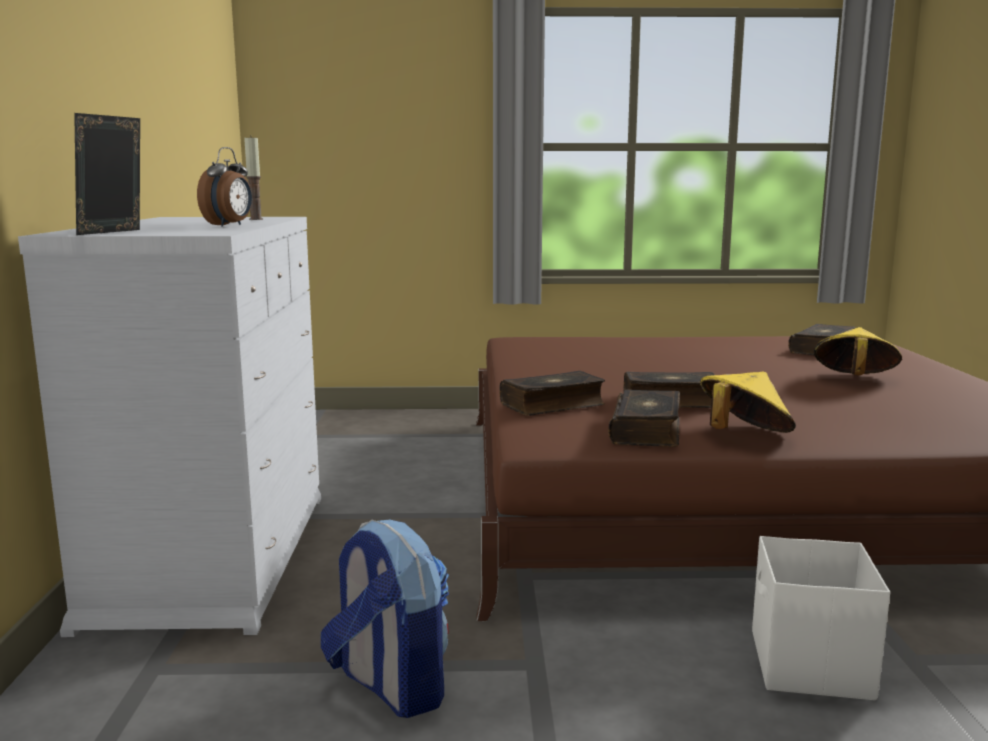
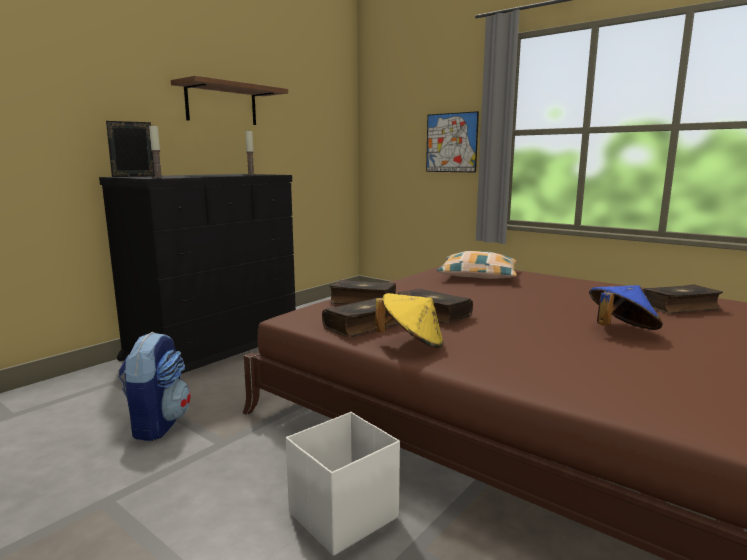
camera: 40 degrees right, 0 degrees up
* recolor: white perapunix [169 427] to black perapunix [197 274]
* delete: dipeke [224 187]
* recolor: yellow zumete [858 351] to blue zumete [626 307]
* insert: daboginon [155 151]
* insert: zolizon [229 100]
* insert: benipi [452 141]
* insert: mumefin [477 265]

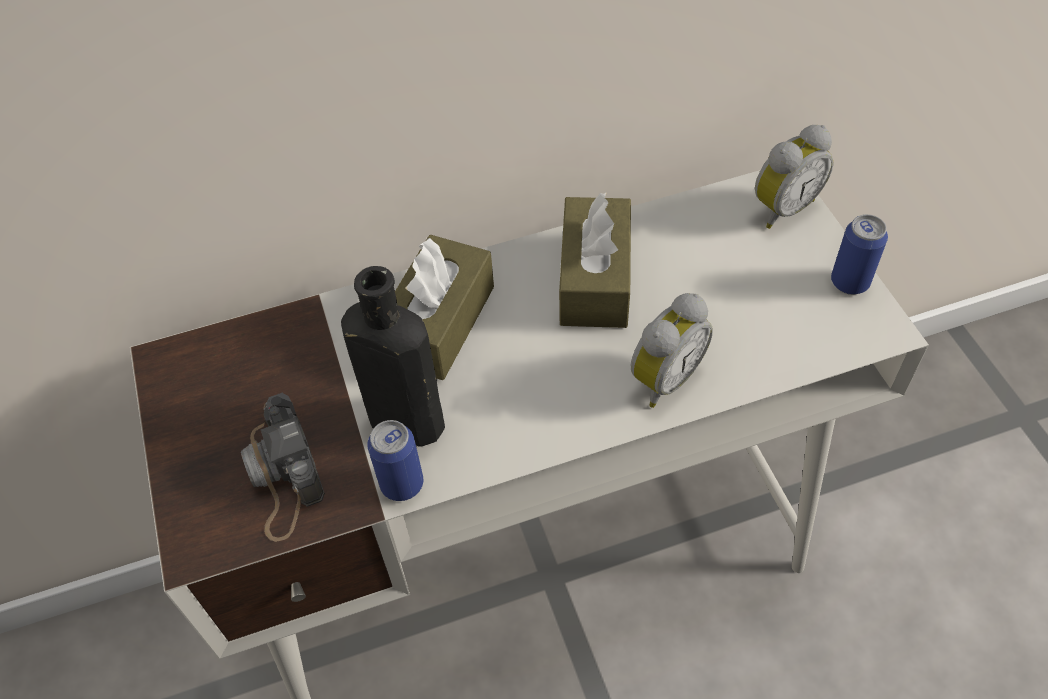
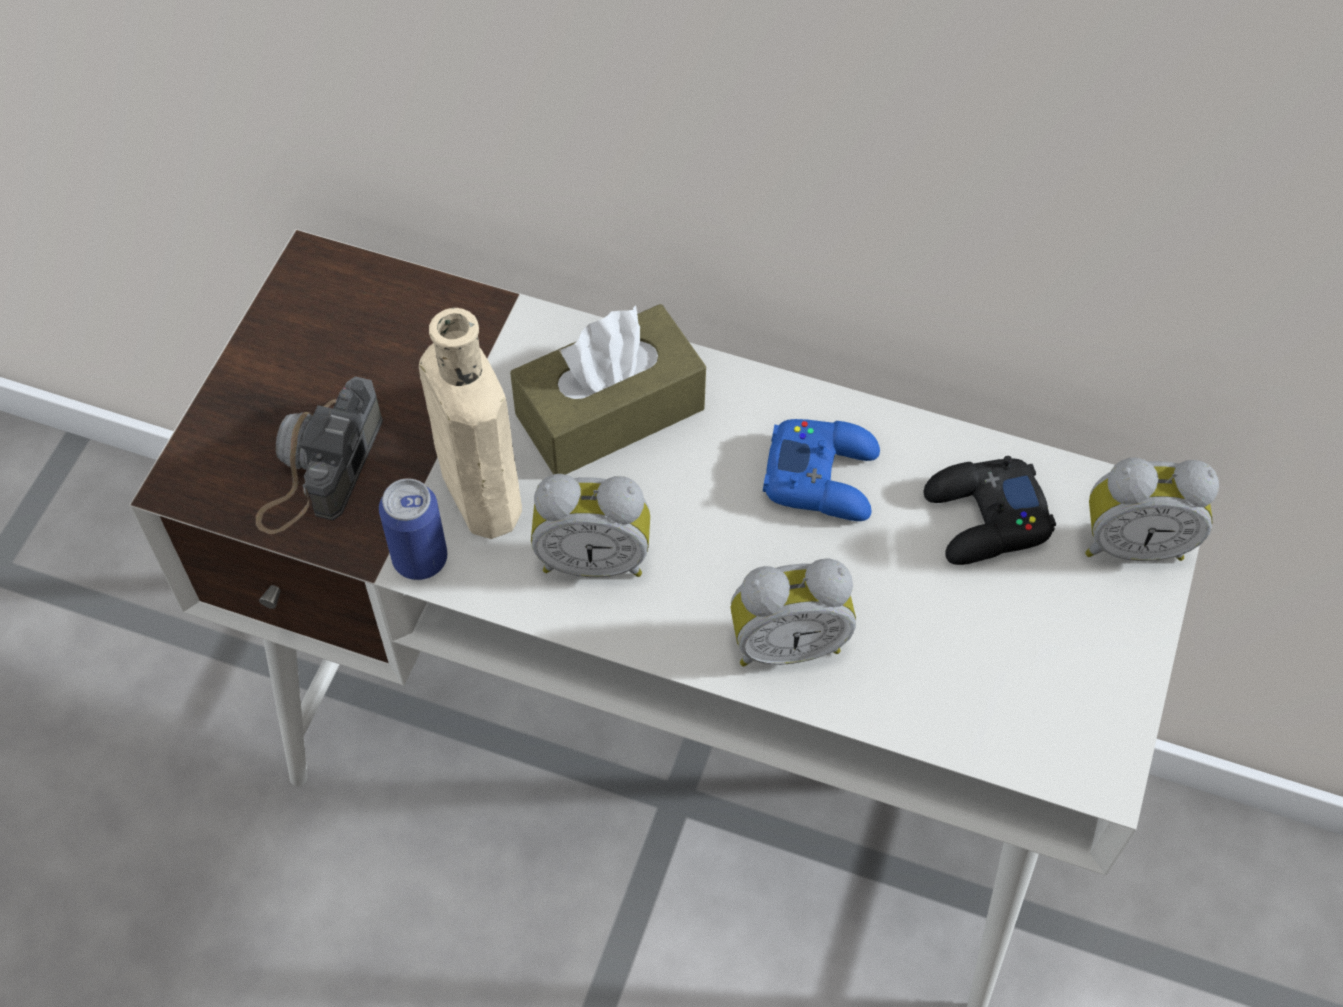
camera: 35 degrees right, 5 degrees up
* recolor: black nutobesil [393 356] to beige nutobesil [470 423]
* replace: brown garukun [595 260] to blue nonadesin [821 470]
* delete: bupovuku [859 254]
* insert: dipeke [590 525]
* insert: black nonadesin [990 510]

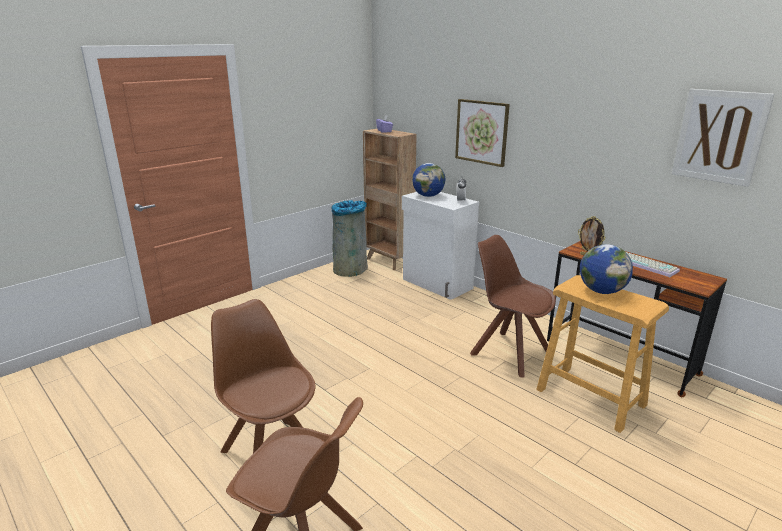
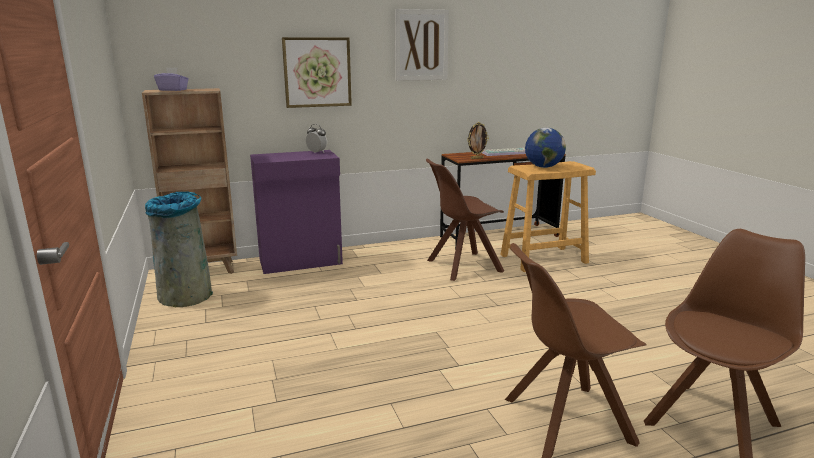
camera: 65 degrees left, 5 degrees down
* recolor: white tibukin [440 246] to purple tibukin [296 212]
* delete: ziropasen [428 180]
* move: benipi [723 138] to [422 45]

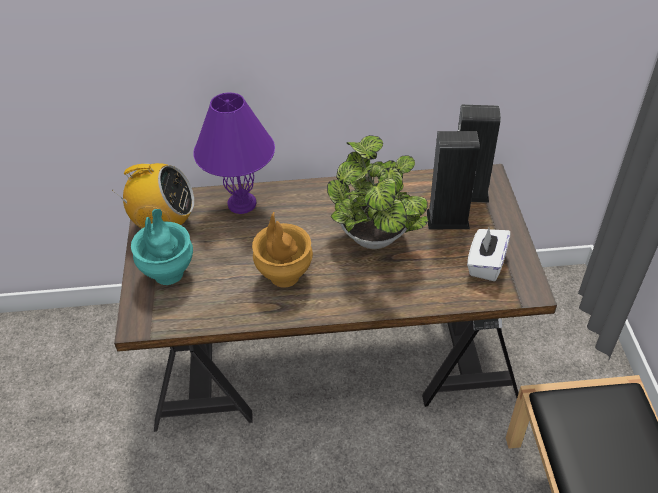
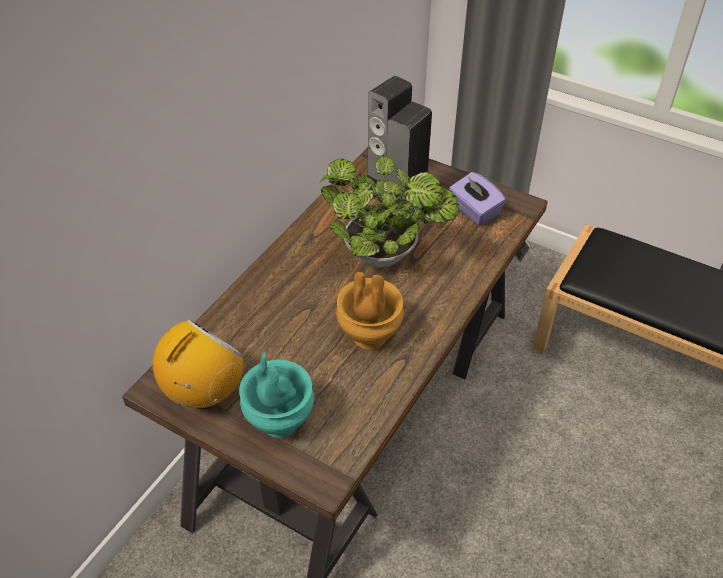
camera: 55 degrees left, 0 degrees up
* delete: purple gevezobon [234 153]
* recolor: white garukun [488 254] to purple garukun [477 198]

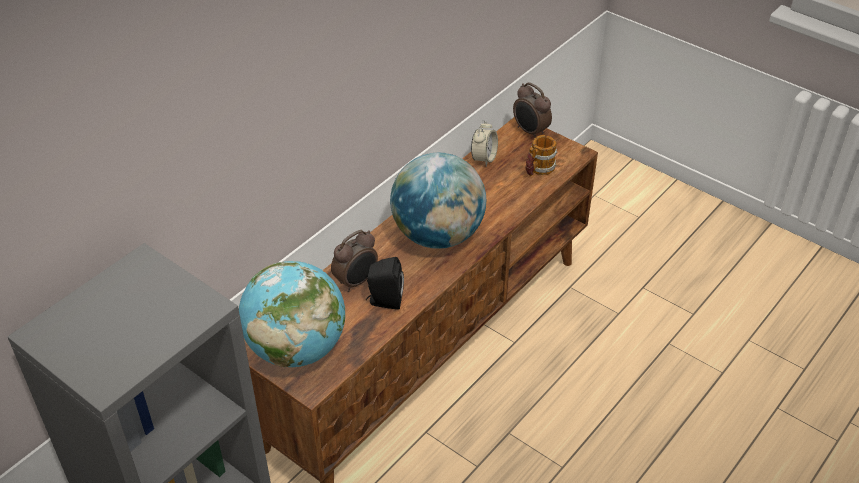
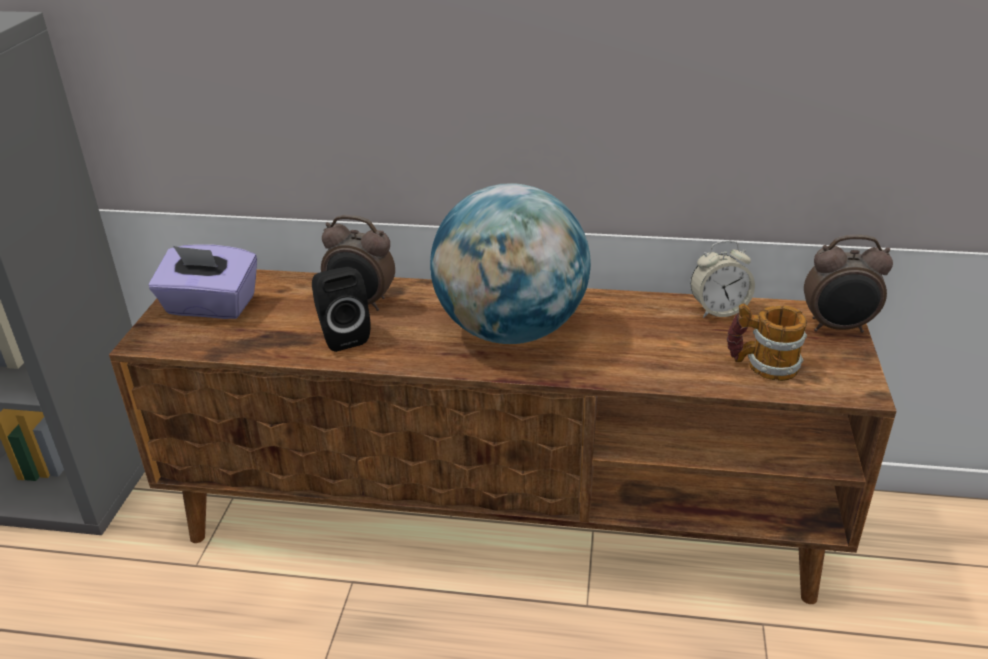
camera: 60 degrees right, 10 degrees down
* replace: ziropasen [292 314] to purple garukun [203 281]
* rotate: dipeke [532 110] = [848 284] 105 degrees counterclockwise

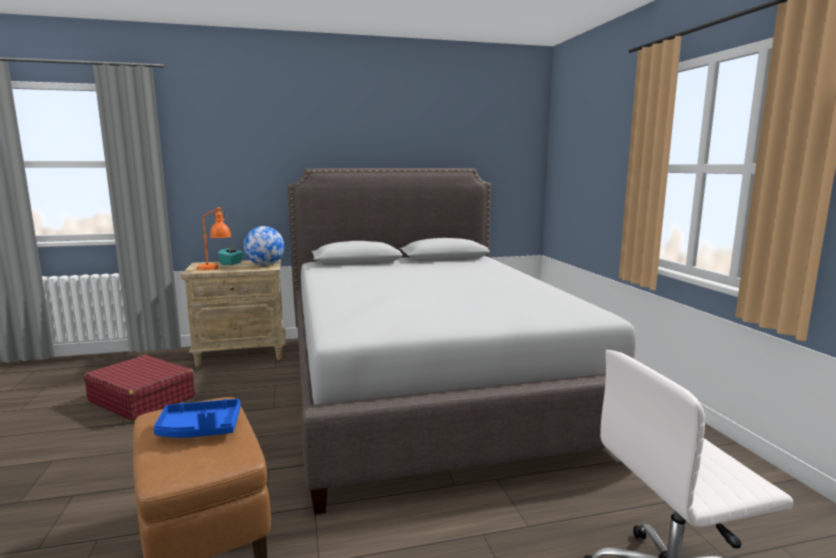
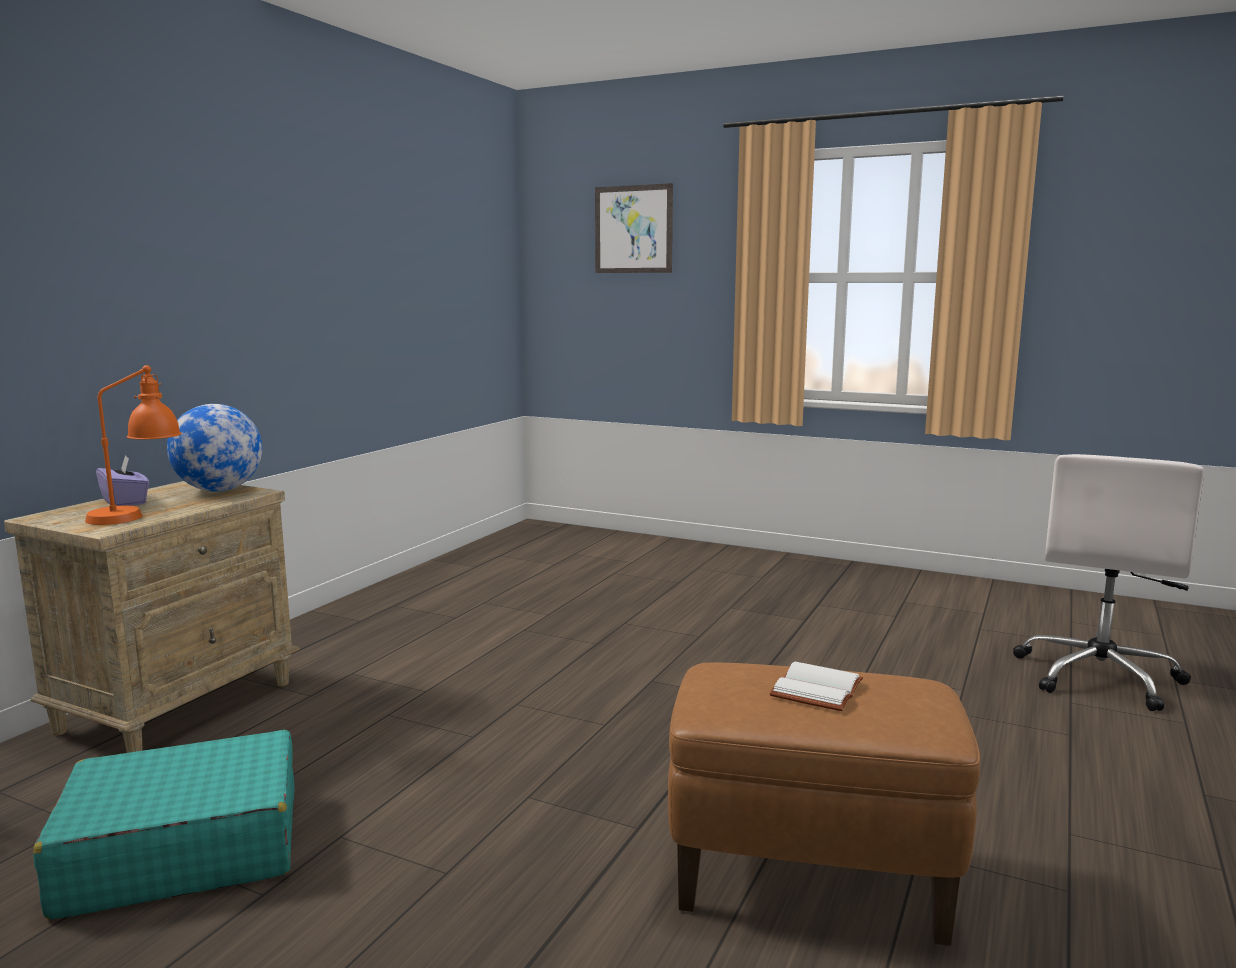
camera: 50 degrees left, 0 degrees up
* recolor: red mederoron [139 388] to turquoise mederoron [164 825]
* replace: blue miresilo [197 418] to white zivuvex [816 686]
* recolor: turquoise garukun [231 254] to purple garukun [122 480]
* delete: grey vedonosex [461 341]
* insert: benipi [634 228]

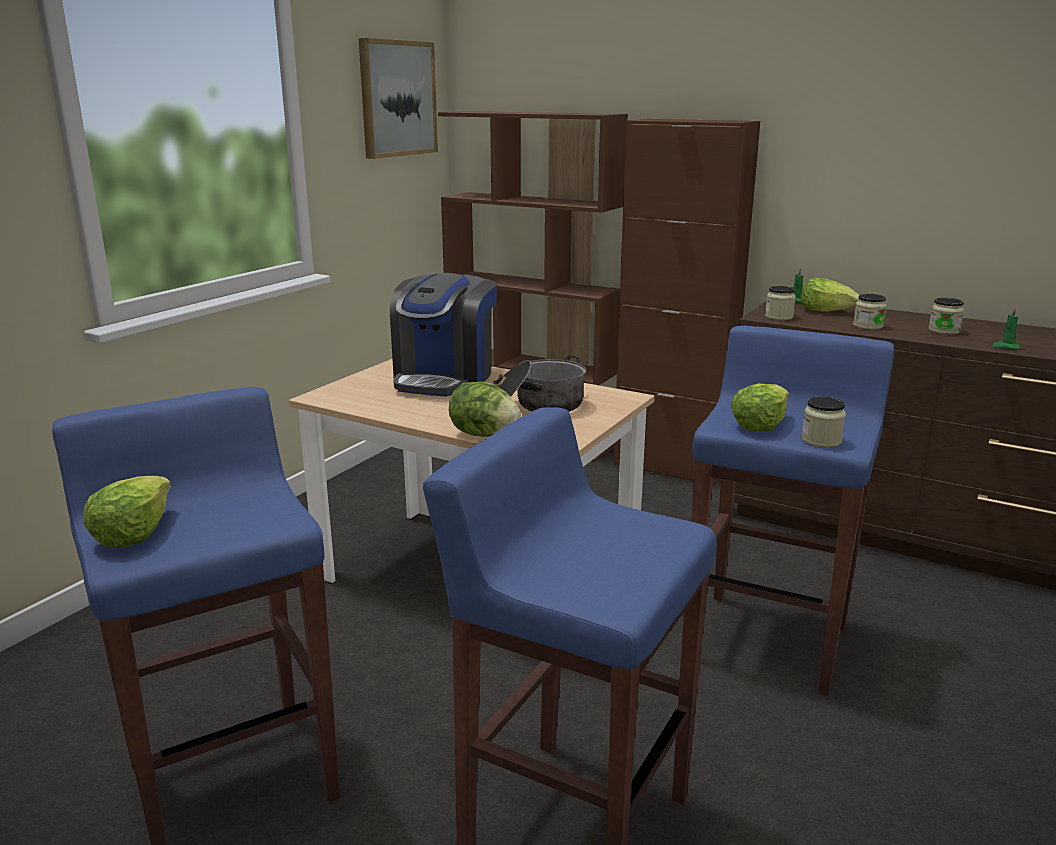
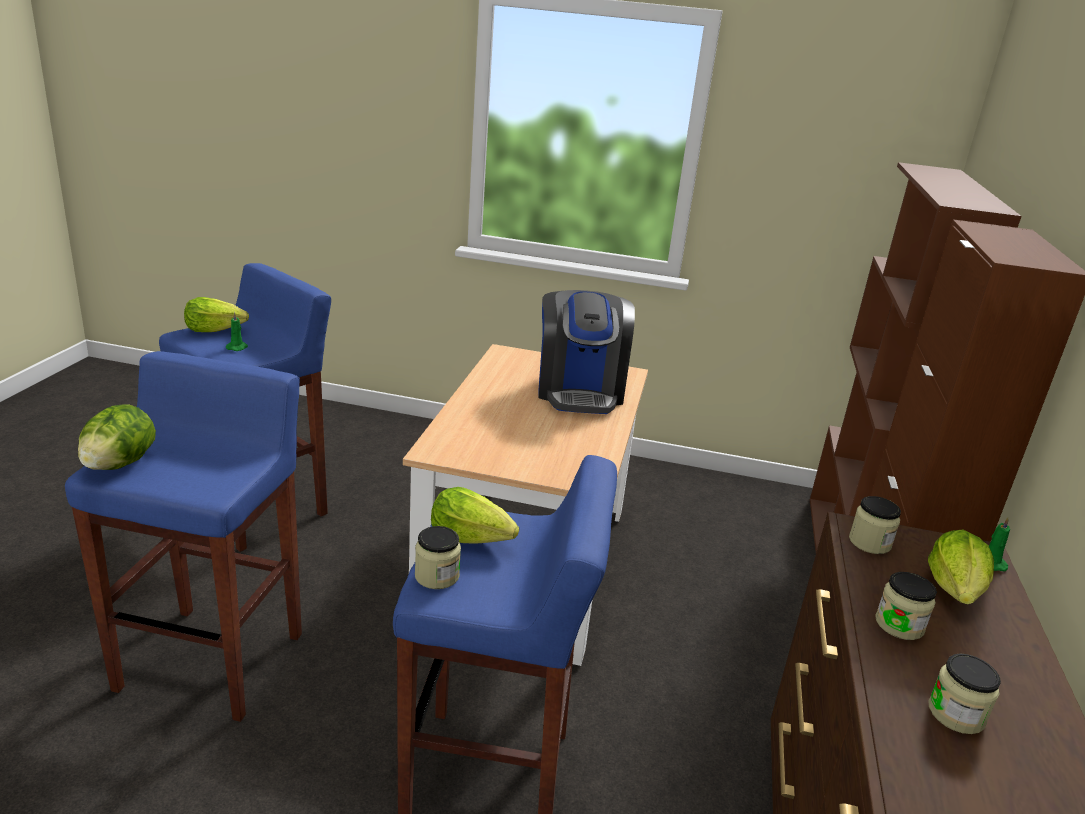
camera: 70 degrees right, 5 degrees up
* delete: benipi [398 98]
* rotate: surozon [443 335] = [586 352] 90 degrees counterclockwise
* move: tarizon [485 409] to [117 437]
* delete: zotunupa [539 383]
* move: green daboginon [1006 328] to [237 331]

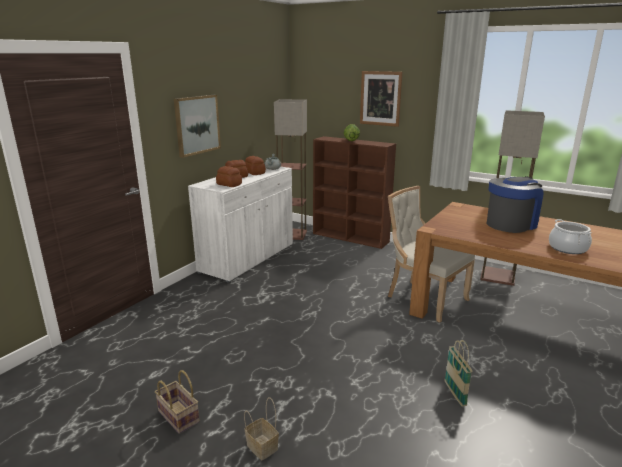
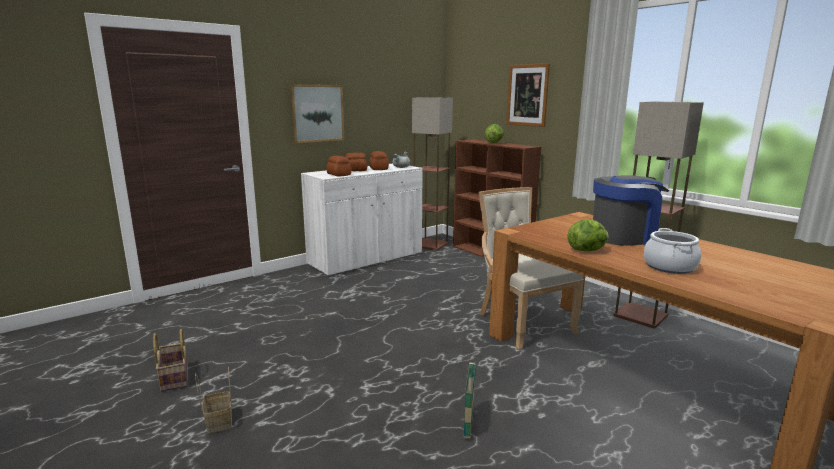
camera: 20 degrees right, 5 degrees down
* insert: tarizon [587 235]

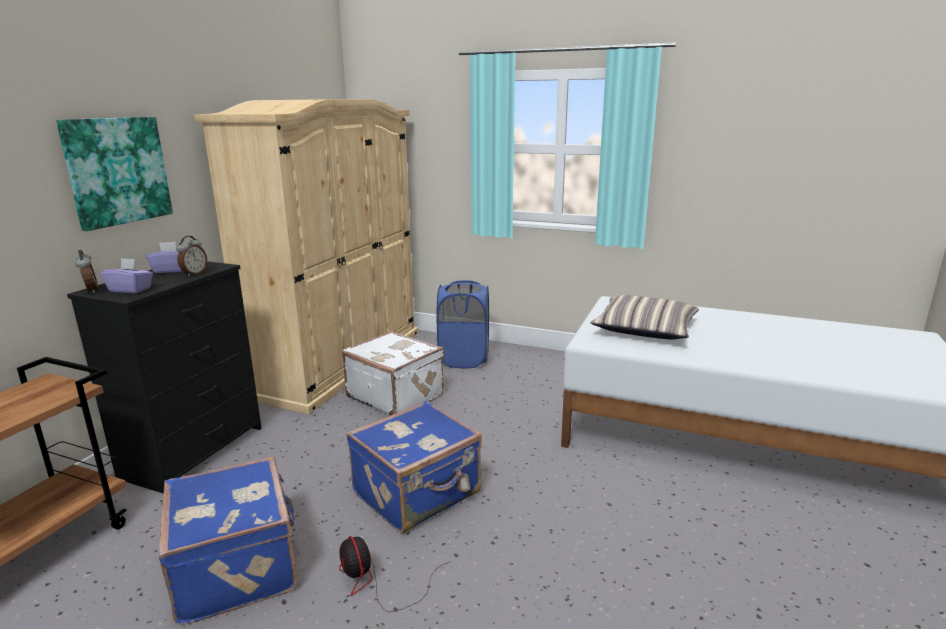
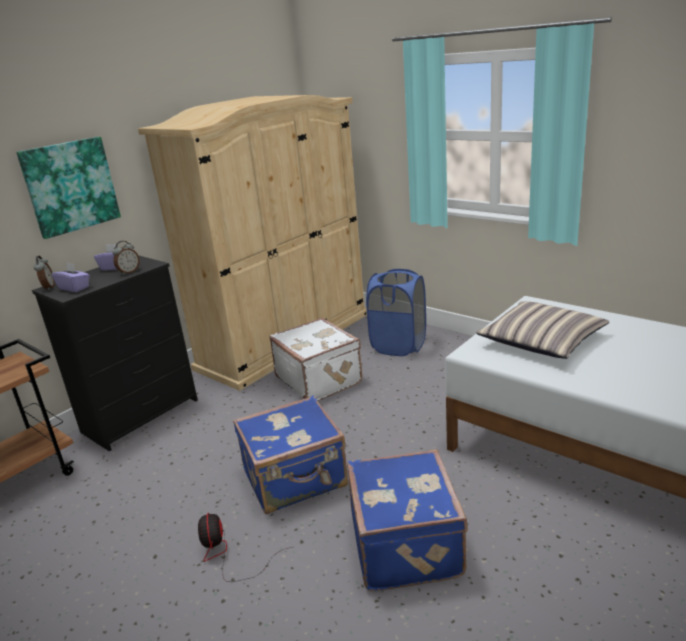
camera: 20 degrees right, 5 degrees up
* move: blue mederoron [228 541] to [407 520]

